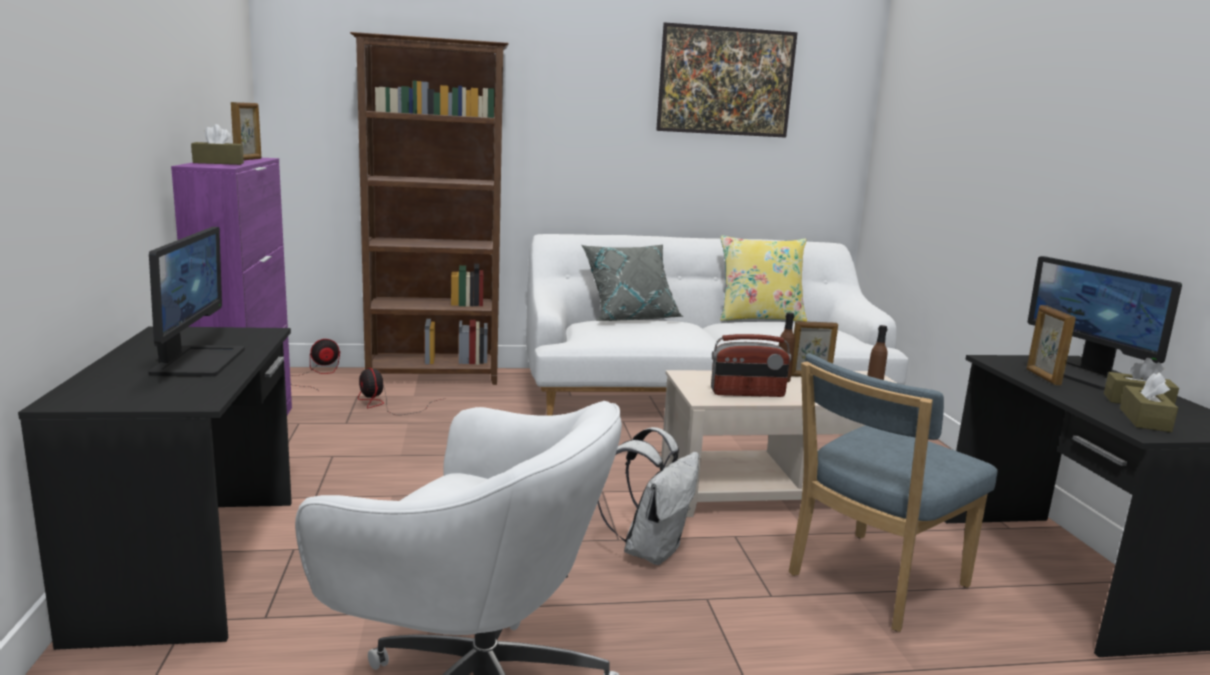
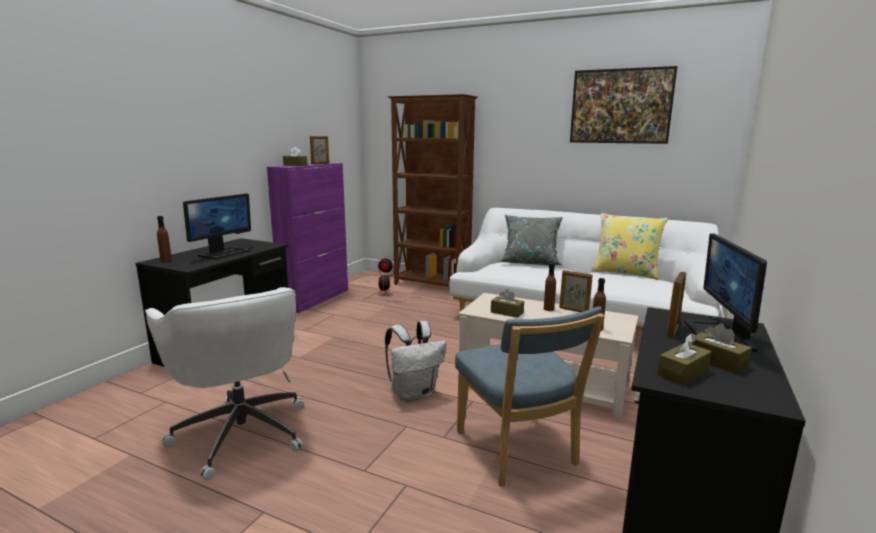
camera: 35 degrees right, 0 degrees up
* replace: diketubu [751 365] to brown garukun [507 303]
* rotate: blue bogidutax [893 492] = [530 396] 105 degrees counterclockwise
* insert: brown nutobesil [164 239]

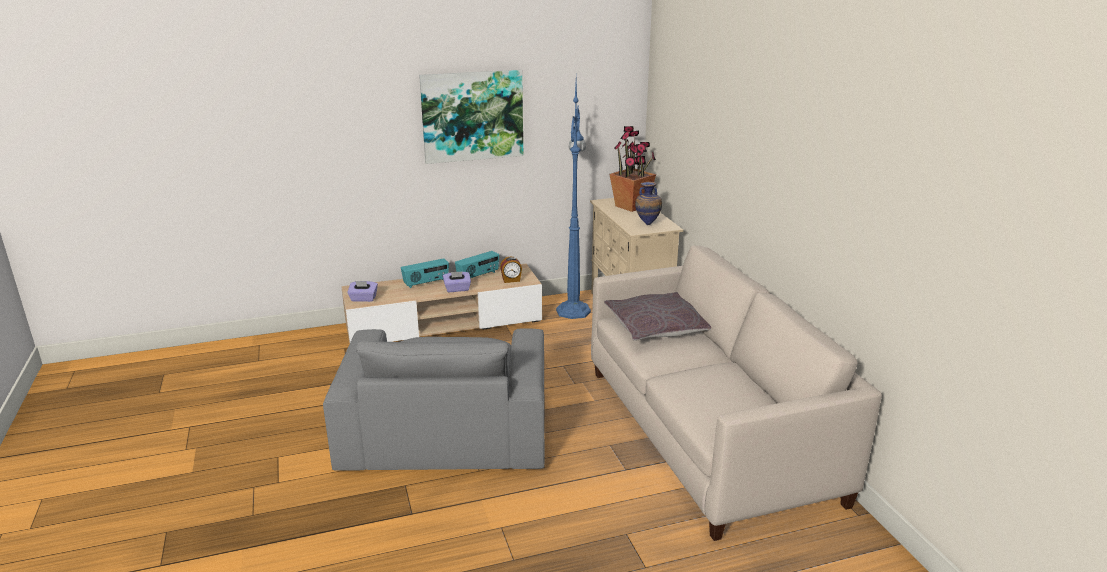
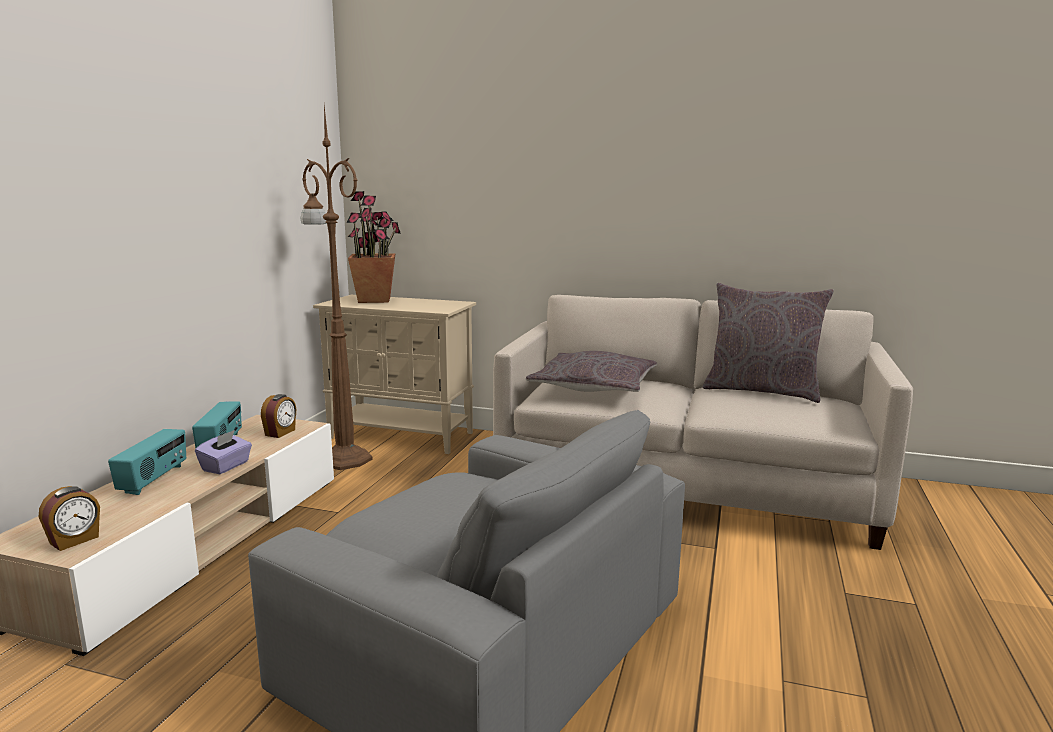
camera: 55 degrees left, 10 degrees down
* replace: purple garukun [362 291] to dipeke [69 518]
* delete: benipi [471 116]
* recolor: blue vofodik [573 200] to brown vofodik [337 288]
* delete: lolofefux [648 203]
* insert: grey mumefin [768 343]

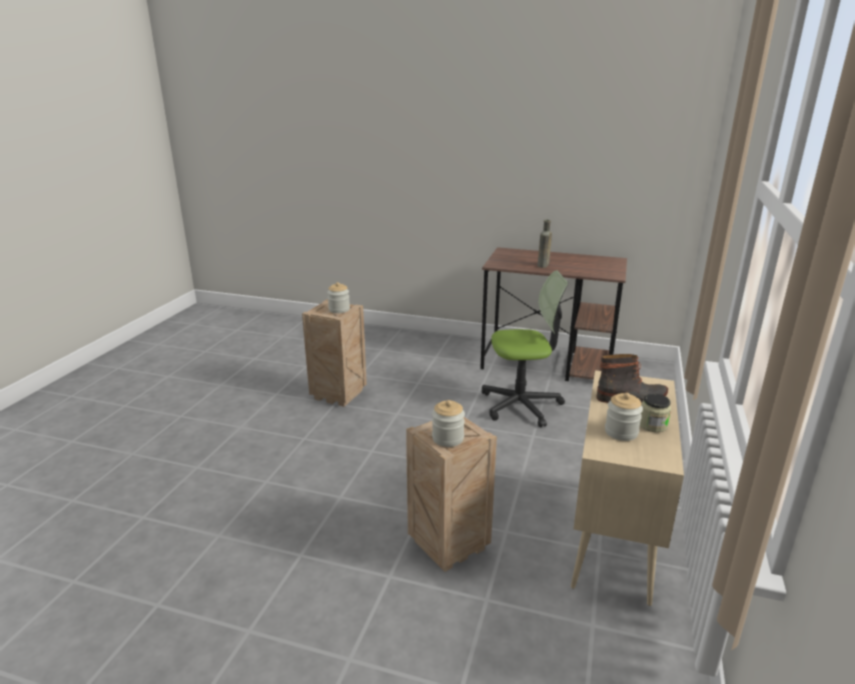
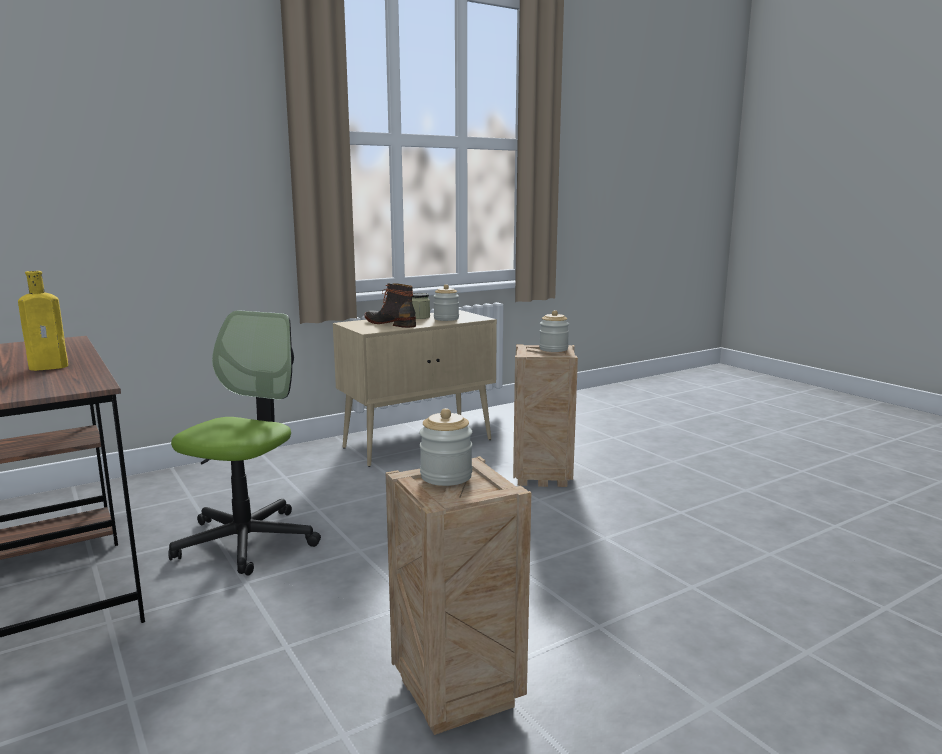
camera: 140 degrees left, 10 degrees down
* rotate: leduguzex [525 348] = [245 443] 75 degrees clockwise
* recolor: brown nutobesil [544 244] to yellow nutobesil [43 321]

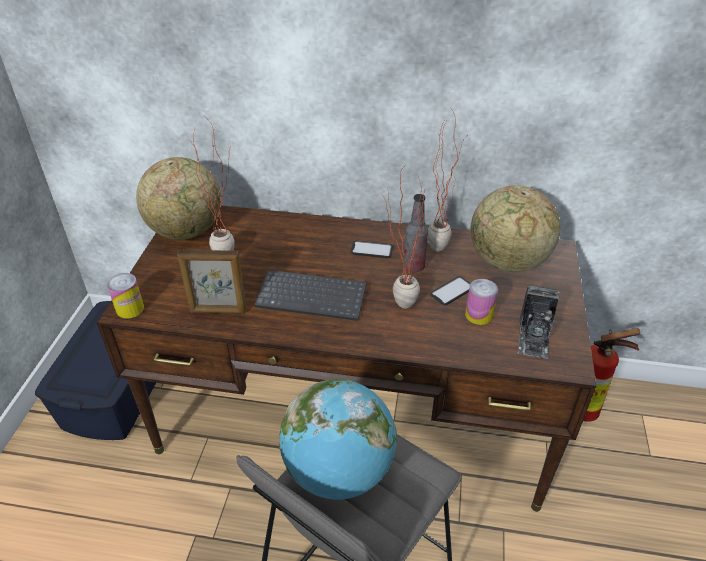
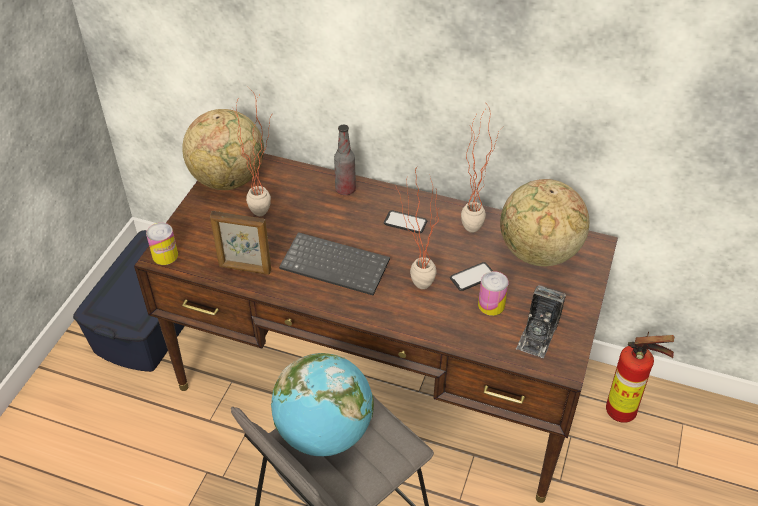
camera: 10 degrees right, 5 degrees up
* move: nutobesil [416 233] to [345 160]

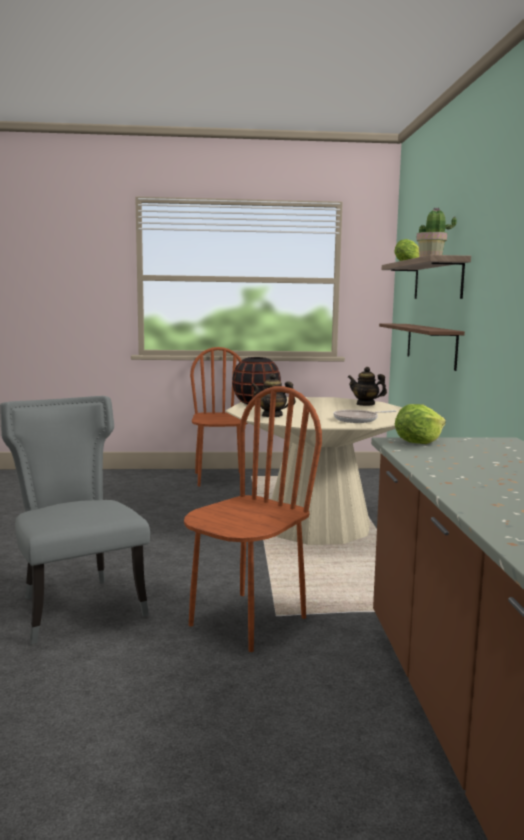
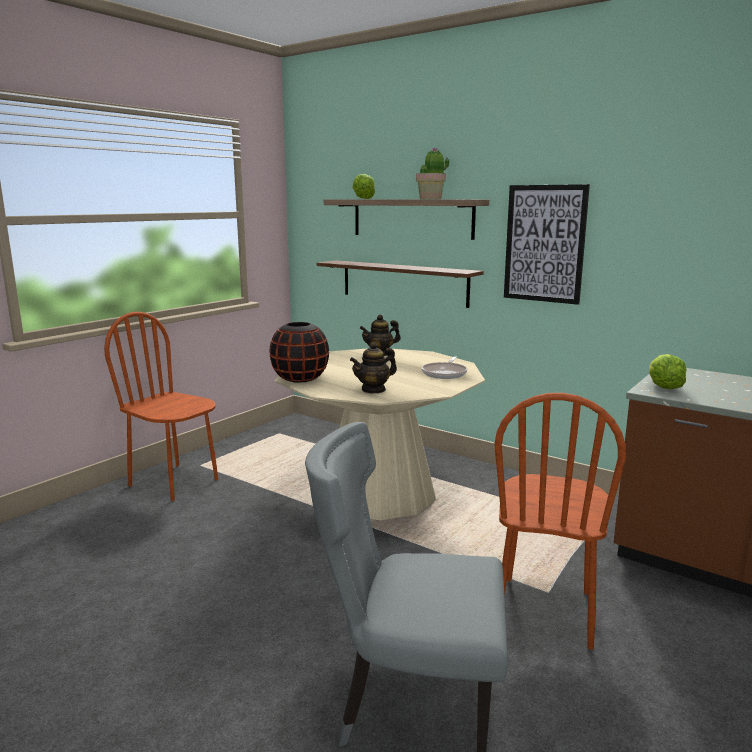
camera: 50 degrees left, 5 degrees up
* rotate: brown bogidutax [253 519] = [560 521] 150 degrees counterclockwise
* insert: benipi [547 244]

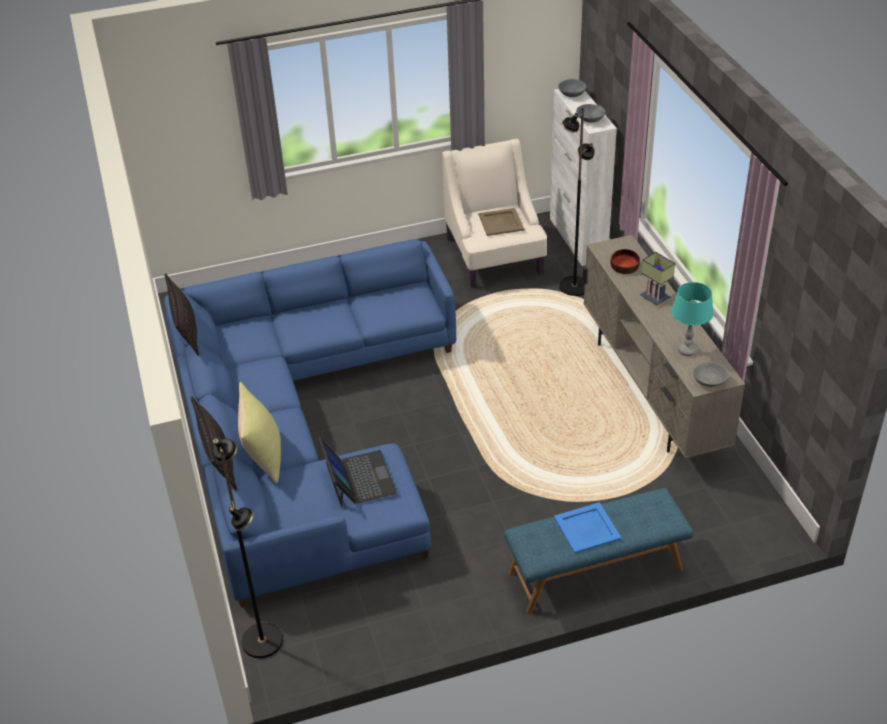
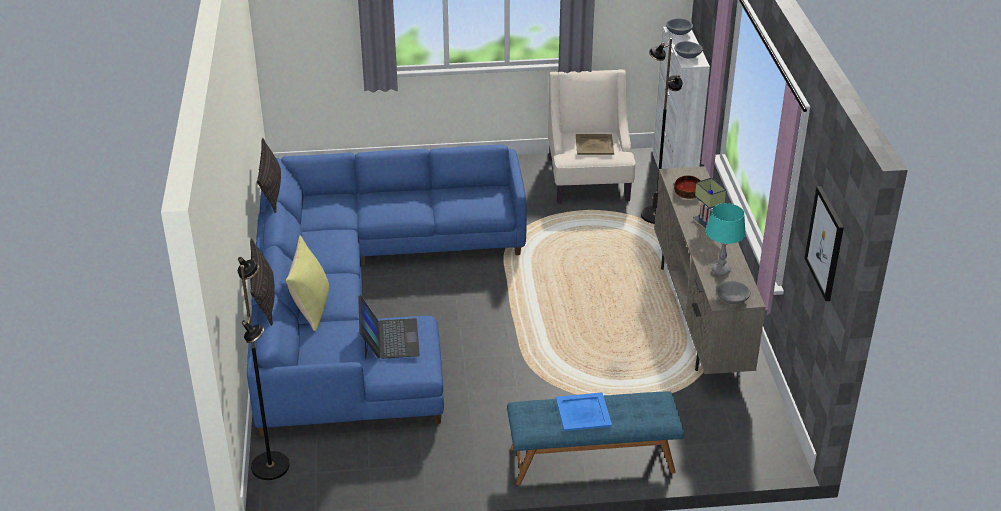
camera: 10 degrees right, 5 degrees down
* insert: benipi [824 243]

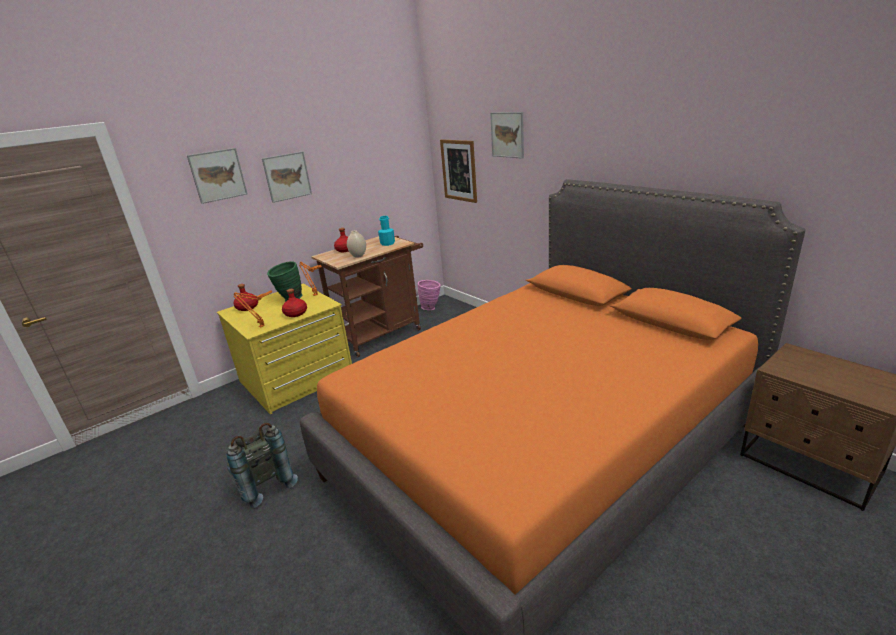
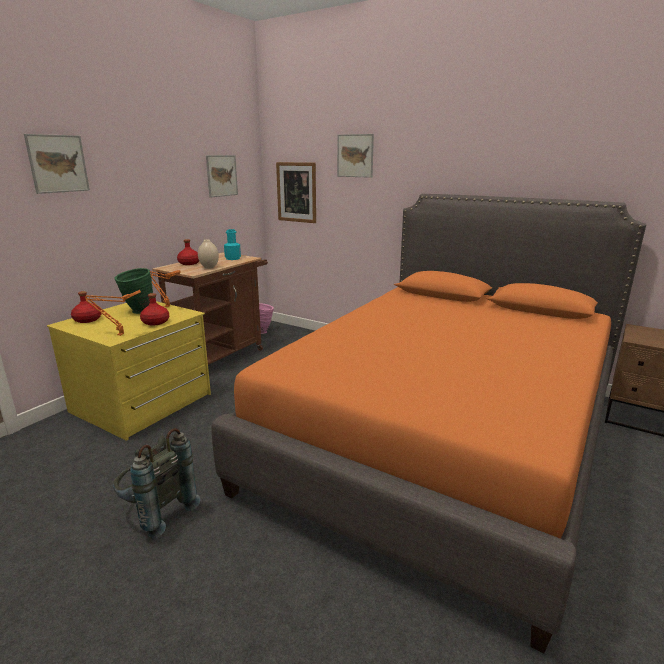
camera: 20 degrees left, 5 degrees down
* move: benipi [287 177] to [222 176]

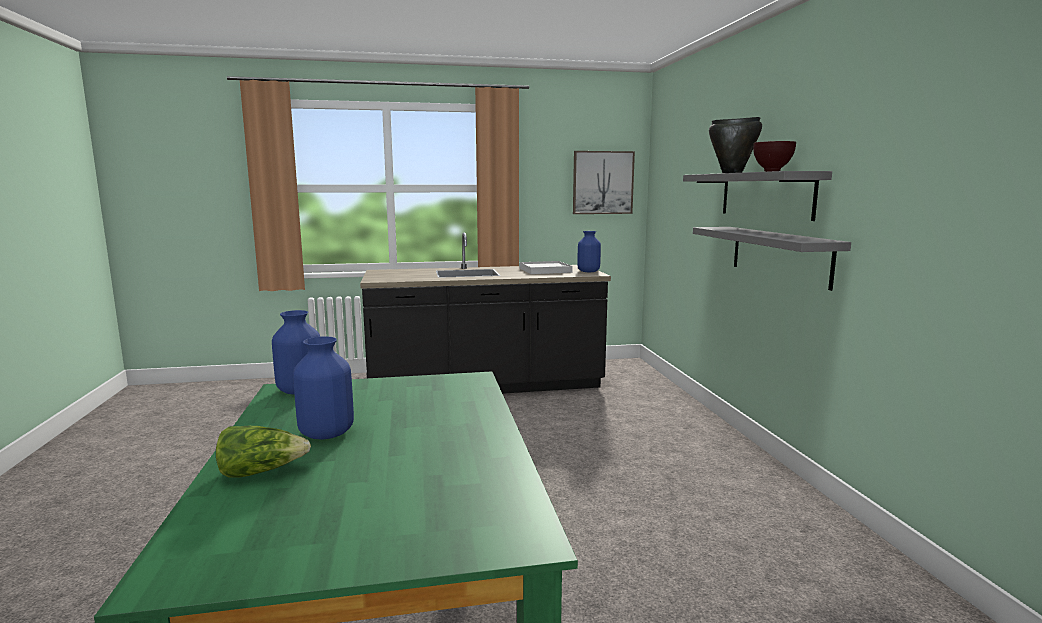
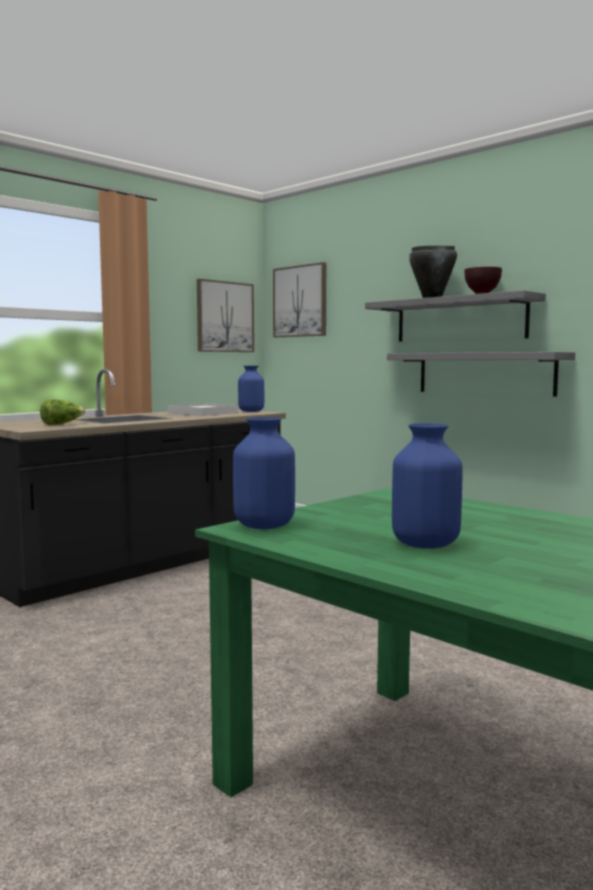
camera: 35 degrees left, 5 degrees down
* move: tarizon [263 451] to [62 412]
* insert: benipi [299 299]

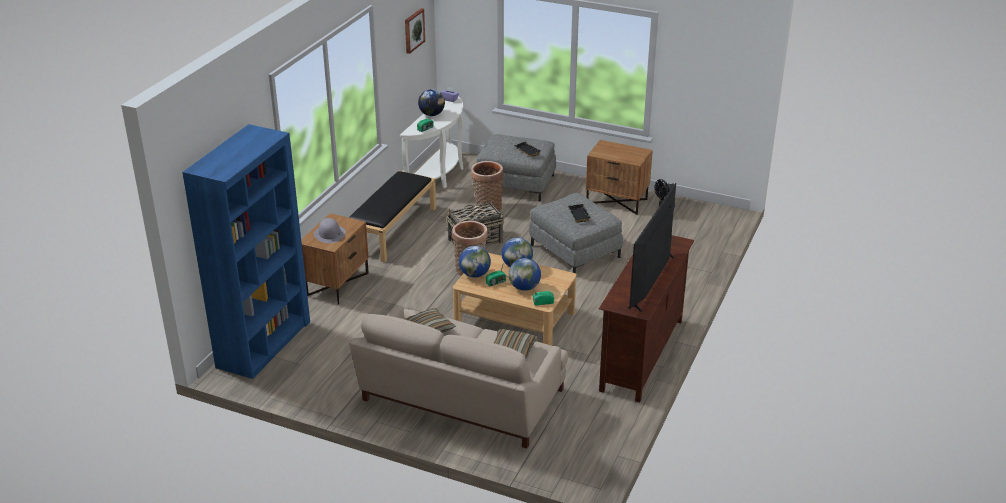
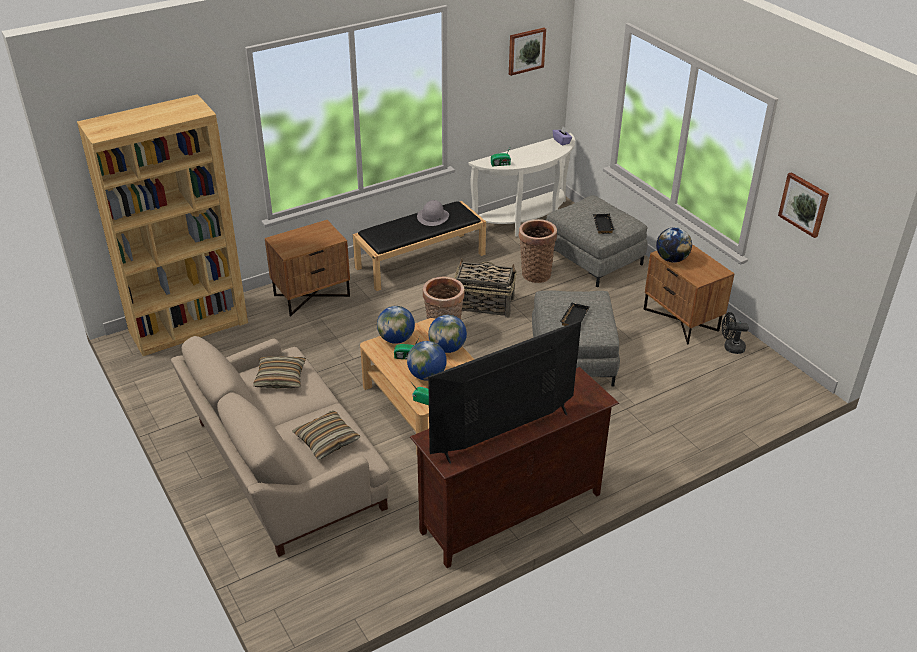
camera: 35 degrees right, 5 degrees up
* recolor: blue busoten [246 251] to brown busoten [162 225]
* move: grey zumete [330 230] to [433 213]
* move: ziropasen [431 102] to [674 245]
* insert: benipi [803 205]

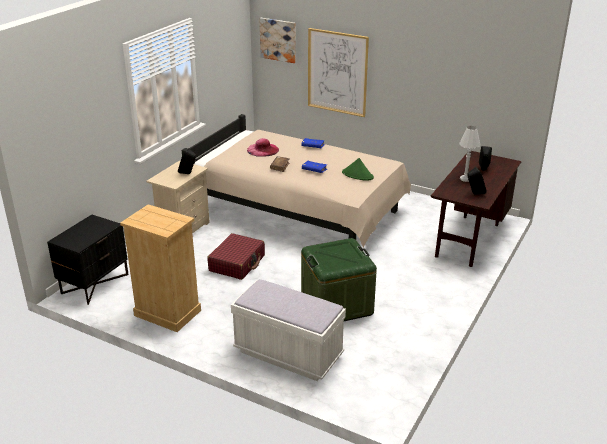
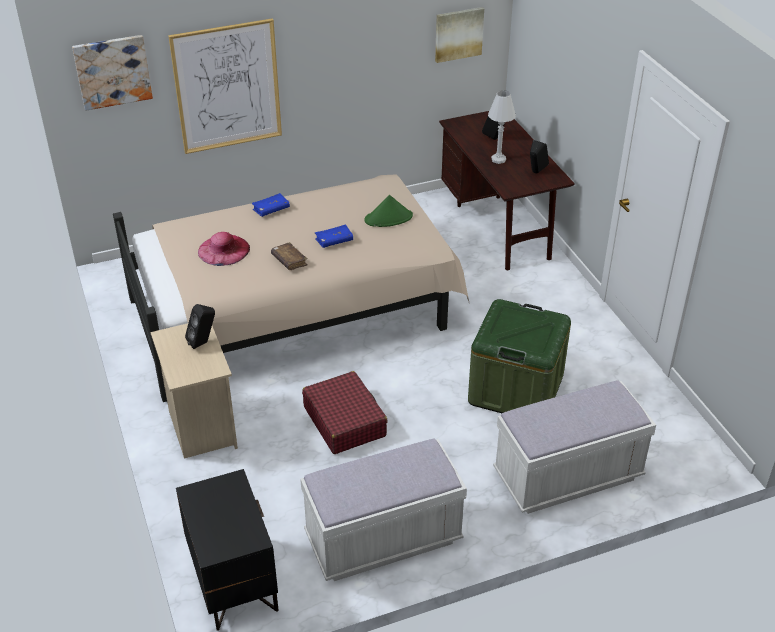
camera: 50 degrees left, 10 degrees up
* replace: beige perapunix [160 268] to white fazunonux [383 510]
* insert: benipi [459 35]

